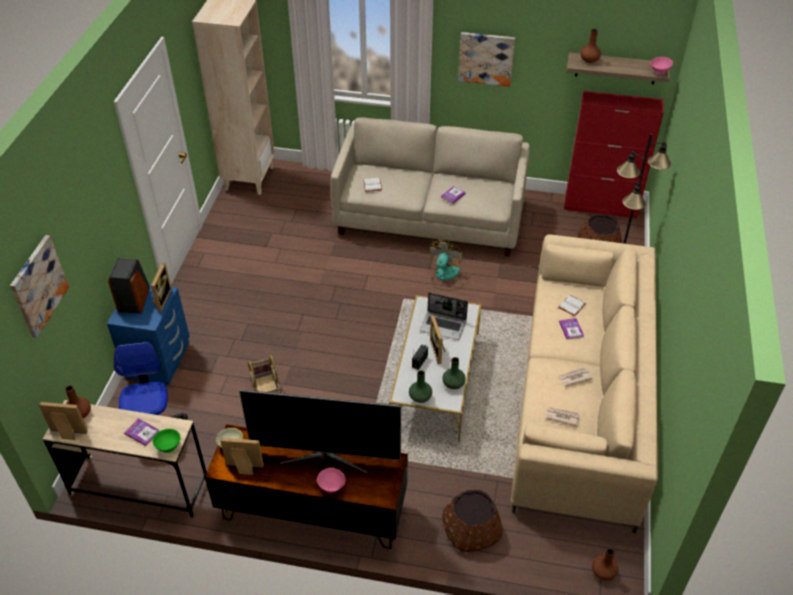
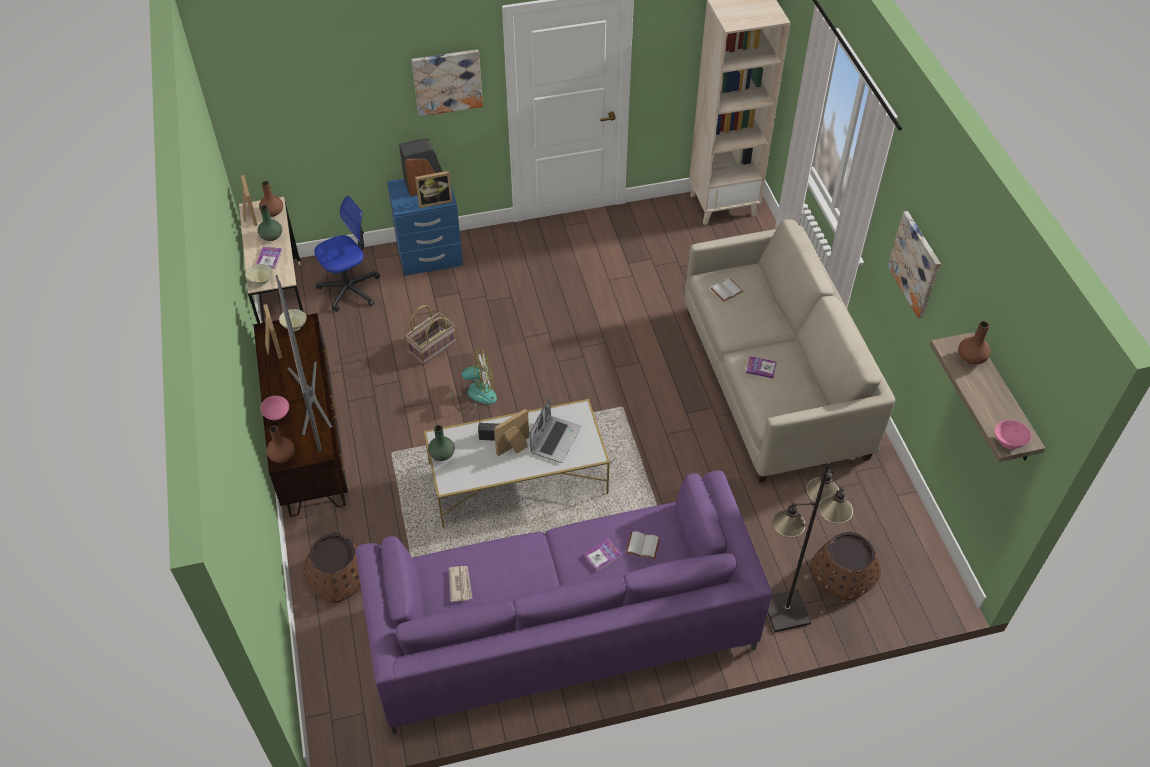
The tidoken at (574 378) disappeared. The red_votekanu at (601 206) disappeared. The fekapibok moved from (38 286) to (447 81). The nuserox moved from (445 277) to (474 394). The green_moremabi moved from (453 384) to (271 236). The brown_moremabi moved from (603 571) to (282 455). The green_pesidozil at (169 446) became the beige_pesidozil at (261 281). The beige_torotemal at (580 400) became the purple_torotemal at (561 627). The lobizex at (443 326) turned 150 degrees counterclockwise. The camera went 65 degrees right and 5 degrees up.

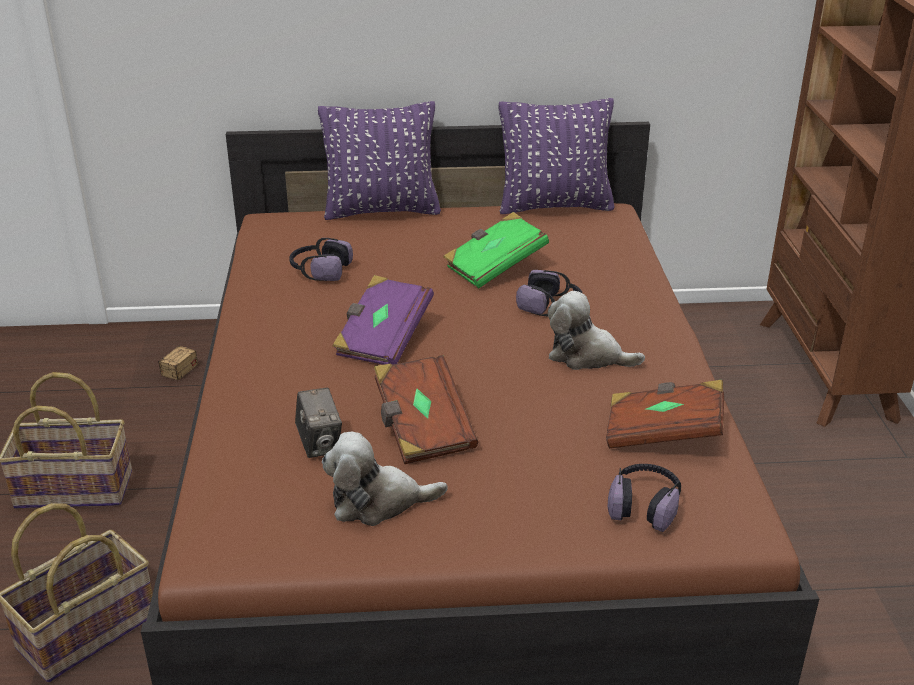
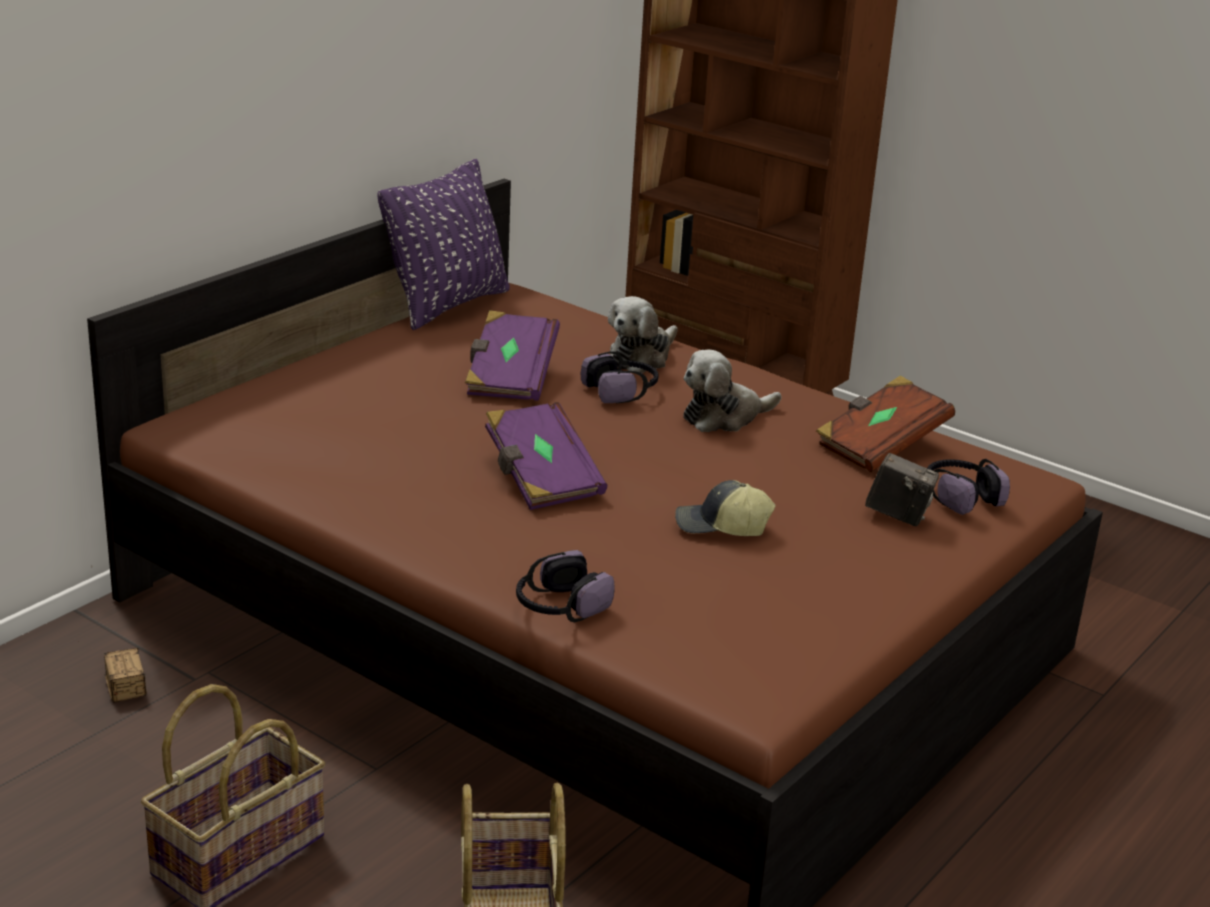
The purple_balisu at (382 210) disappeared. The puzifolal moved from (320 270) to (559 607). The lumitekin moved from (320 444) to (898 516). The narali moved from (378 502) to (641 357). The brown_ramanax at (422 428) was replaced by the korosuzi at (721 527). The green_ramanax at (494 267) became the purple_ramanax at (509 378). The camera went 50 degrees left and 5 degrees down.

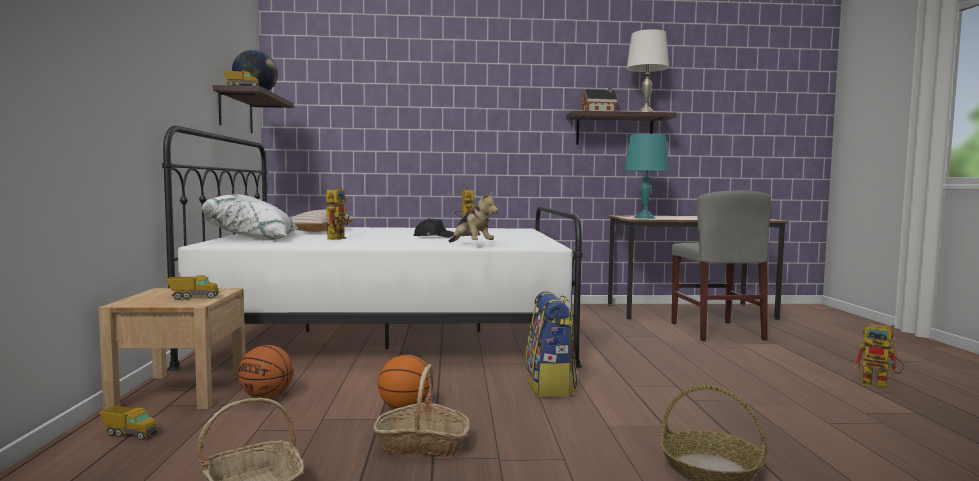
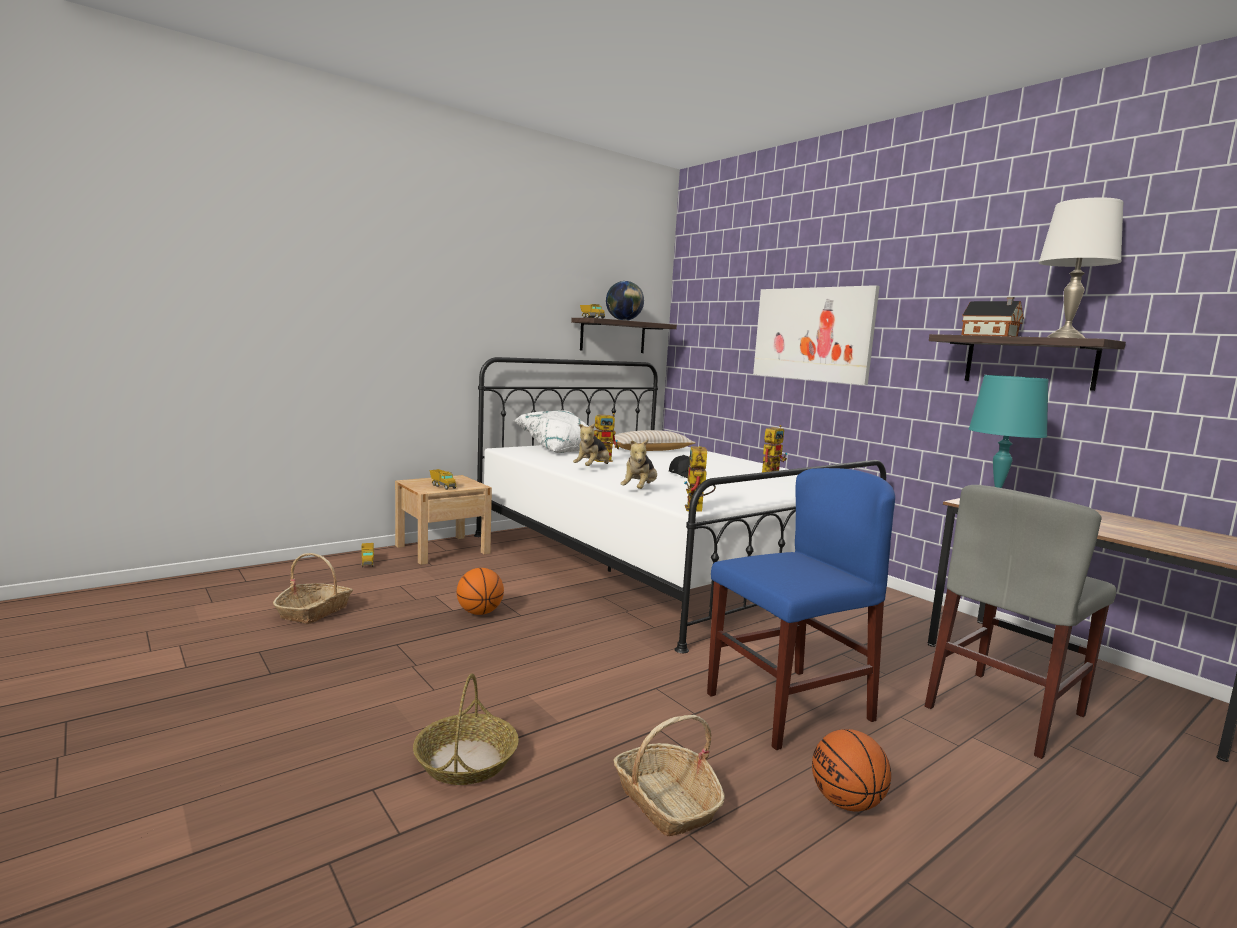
The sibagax at (551 387) disappeared. The narali at (592 468) appeared. The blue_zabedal at (788 707) appeared. The fekapibok at (812 334) appeared. The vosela moved from (266 396) to (846 802). The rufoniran moved from (422 444) to (666 802). The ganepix moved from (881 385) to (696 510). The camera went 55 degrees right and 5 degrees up.

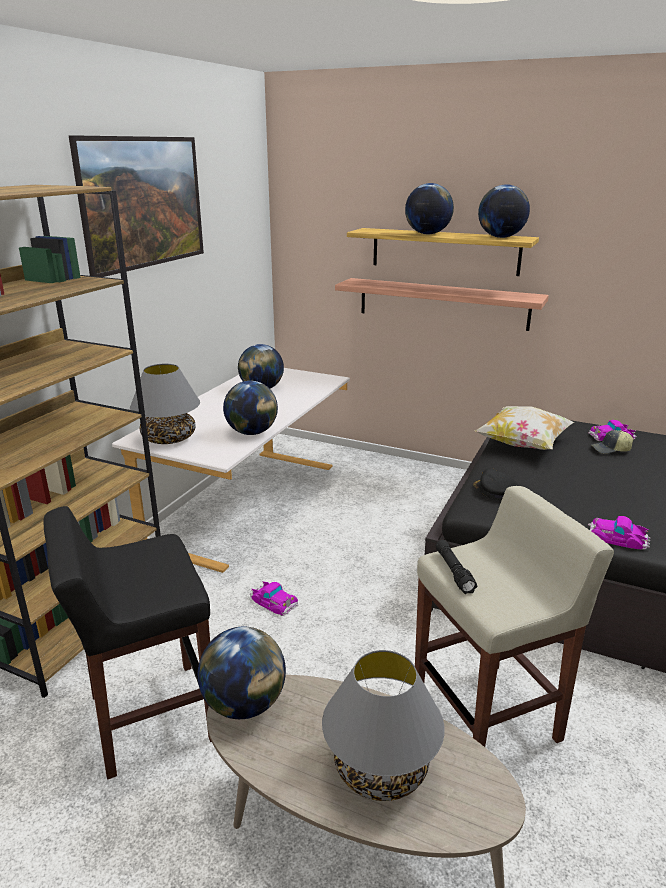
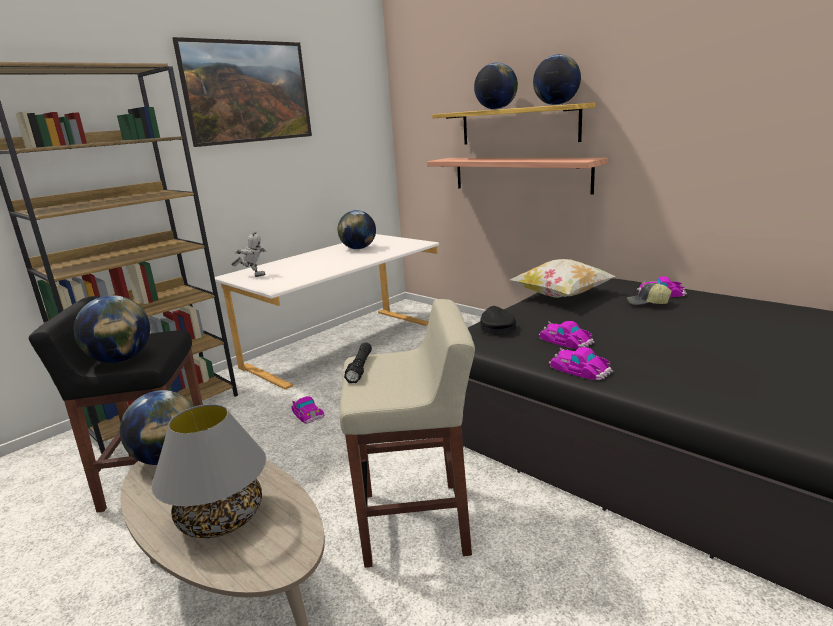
The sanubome at (565 340) appeared. The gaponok moved from (252 432) to (121 360). The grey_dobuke at (168 438) was replaced by the ganepix at (253 276). The camera went 20 degrees right and 5 degrees down.

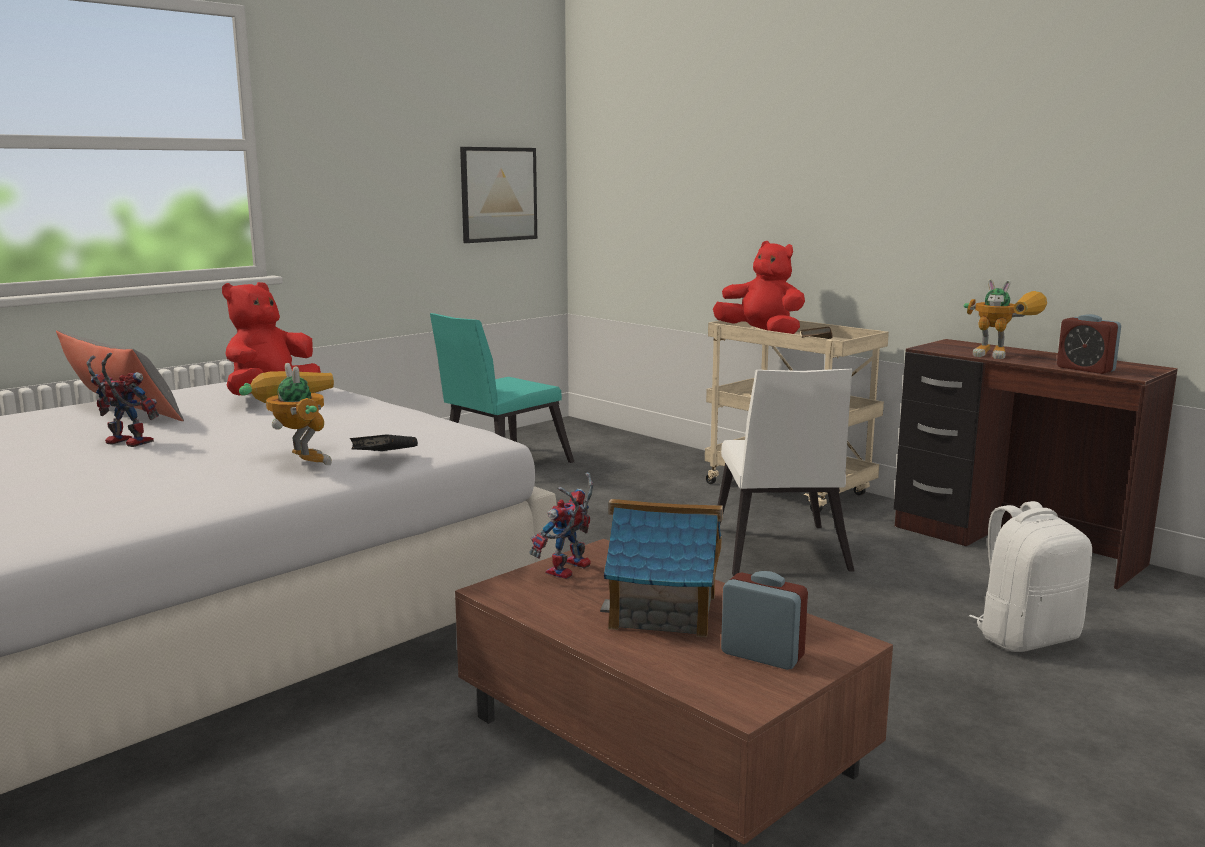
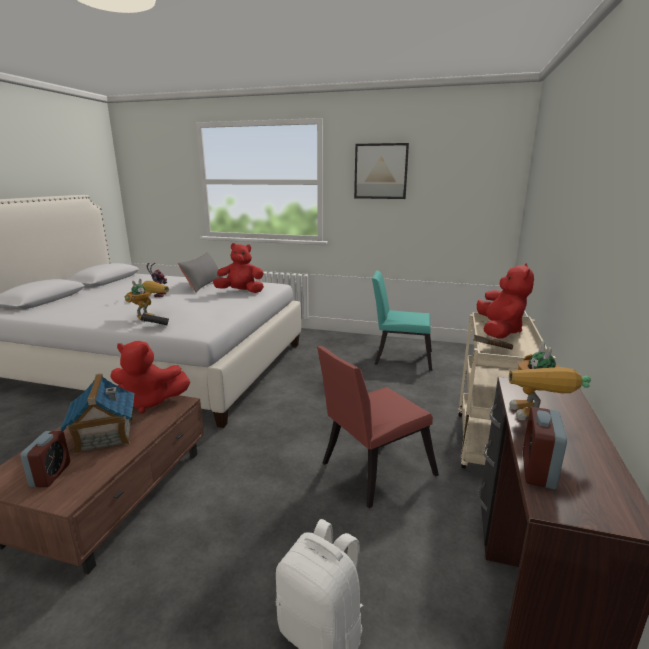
The fekapibok moved from (498 194) to (380 171). The ganepix at (568 572) was replaced by the red_narali at (150 402). The white_zabedal at (779 554) became the red_zabedal at (372 470). The camera went 60 degrees right and 5 degrees up.

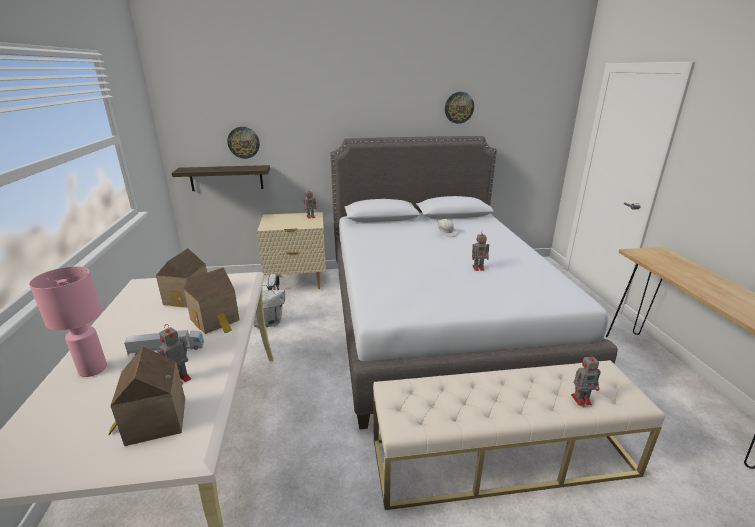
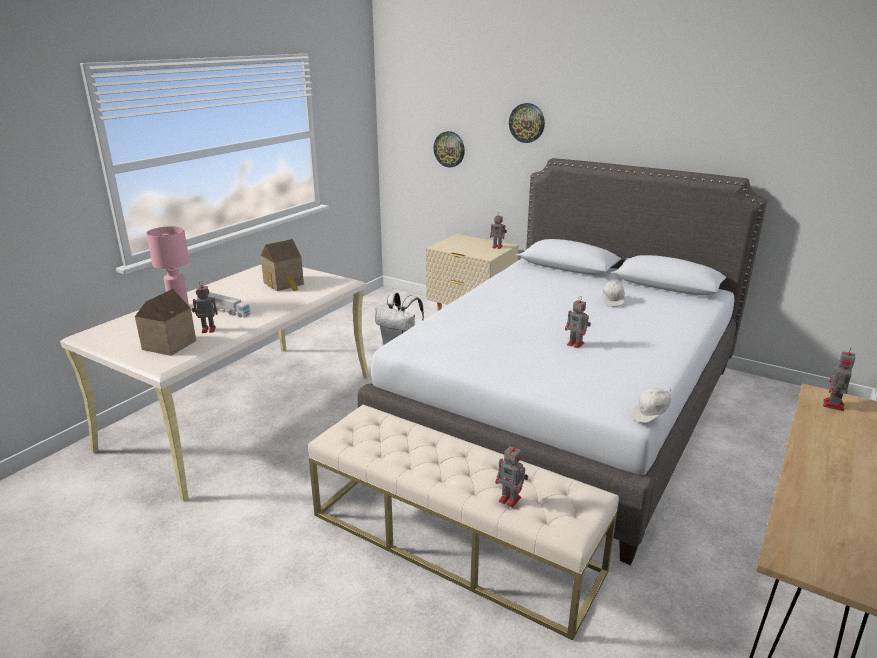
The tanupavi at (226 178) disappeared. The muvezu at (216 321) disappeared. The white_korosuzi at (651 415) appeared. The ganepix at (833 406) appeared. The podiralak moved from (459 107) to (527 123). The camera went 40 degrees right and 0 degrees up.

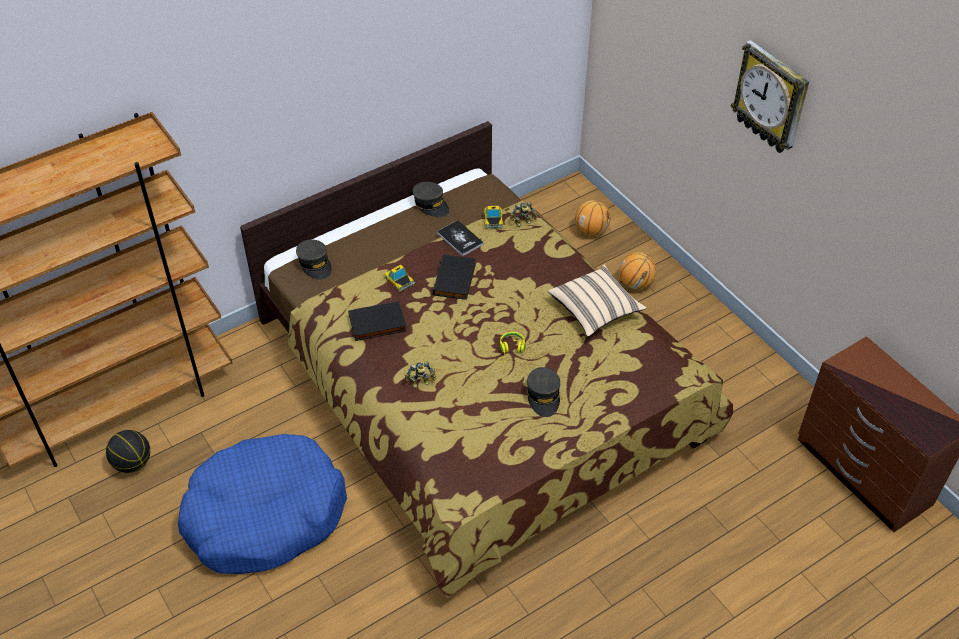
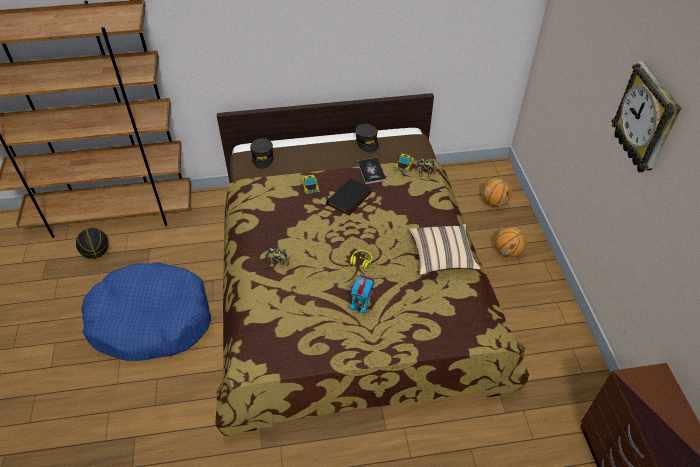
The black_ramanax at (377 324) disappeared. The grey_korosuzi at (543 396) was replaced by the ganepix at (361 309). The camera went 25 degrees right and 0 degrees up.

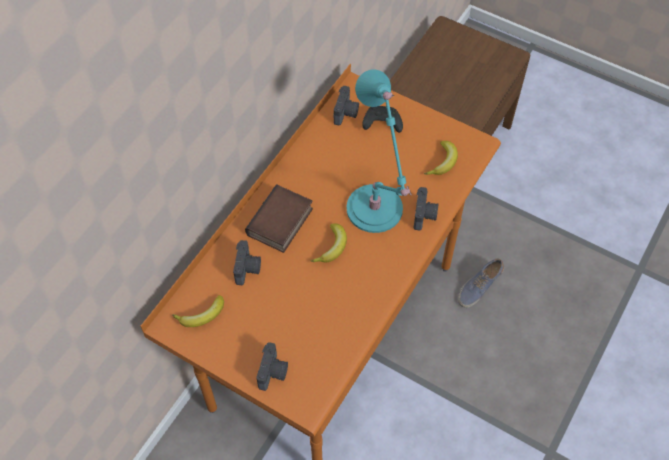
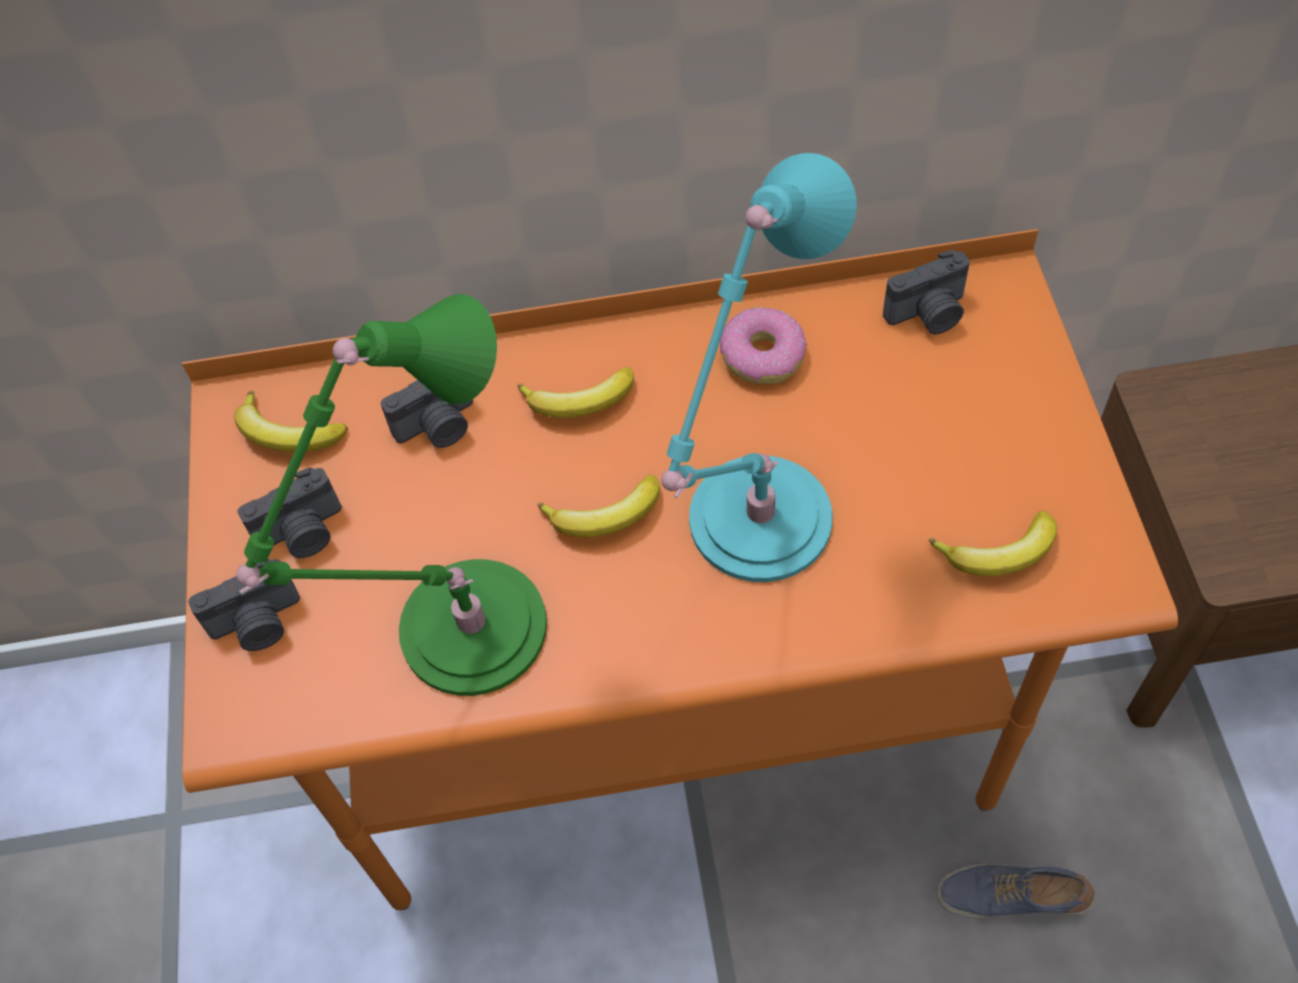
The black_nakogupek at (381 124) disappeared. The green_dobuke at (461 634) appeared. The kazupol at (762 356) appeared. The lumitekin moved from (425 215) to (303 533). The ramanax at (281 223) was replaced by the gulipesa at (580 401). The camera went 55 degrees right and 0 degrees up.

